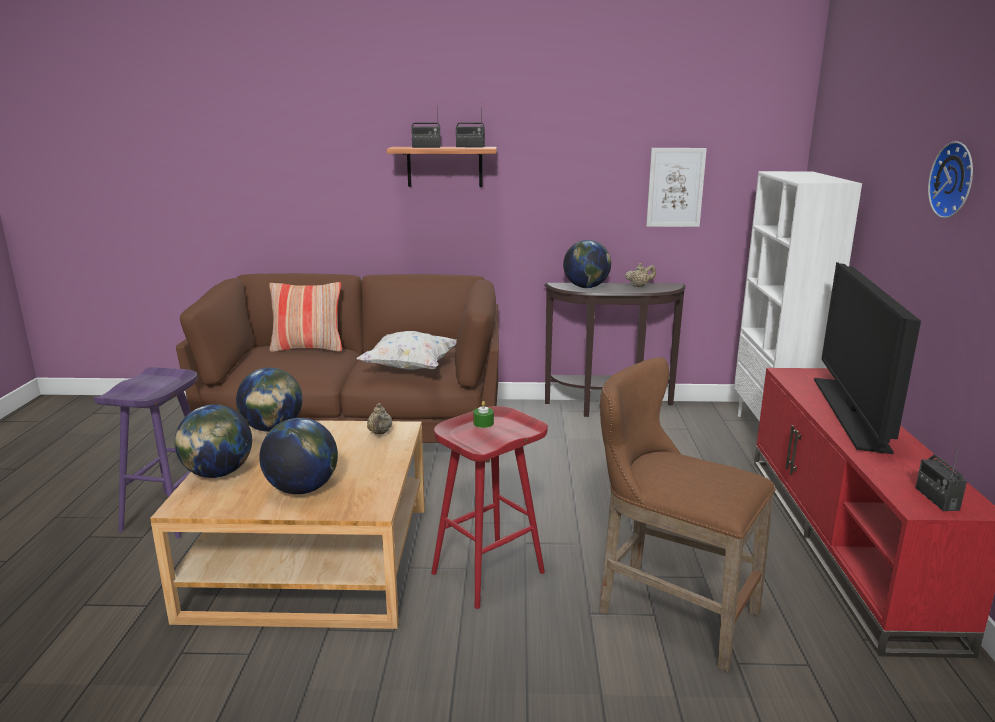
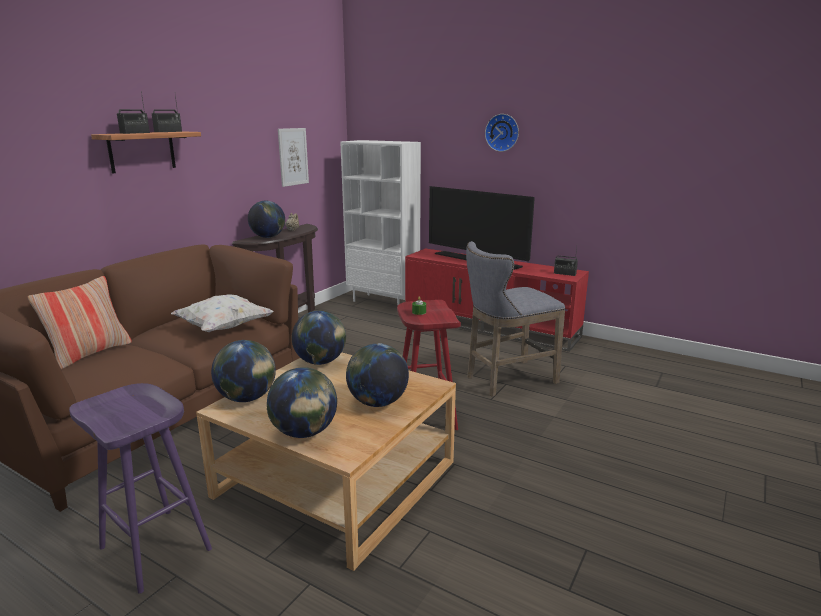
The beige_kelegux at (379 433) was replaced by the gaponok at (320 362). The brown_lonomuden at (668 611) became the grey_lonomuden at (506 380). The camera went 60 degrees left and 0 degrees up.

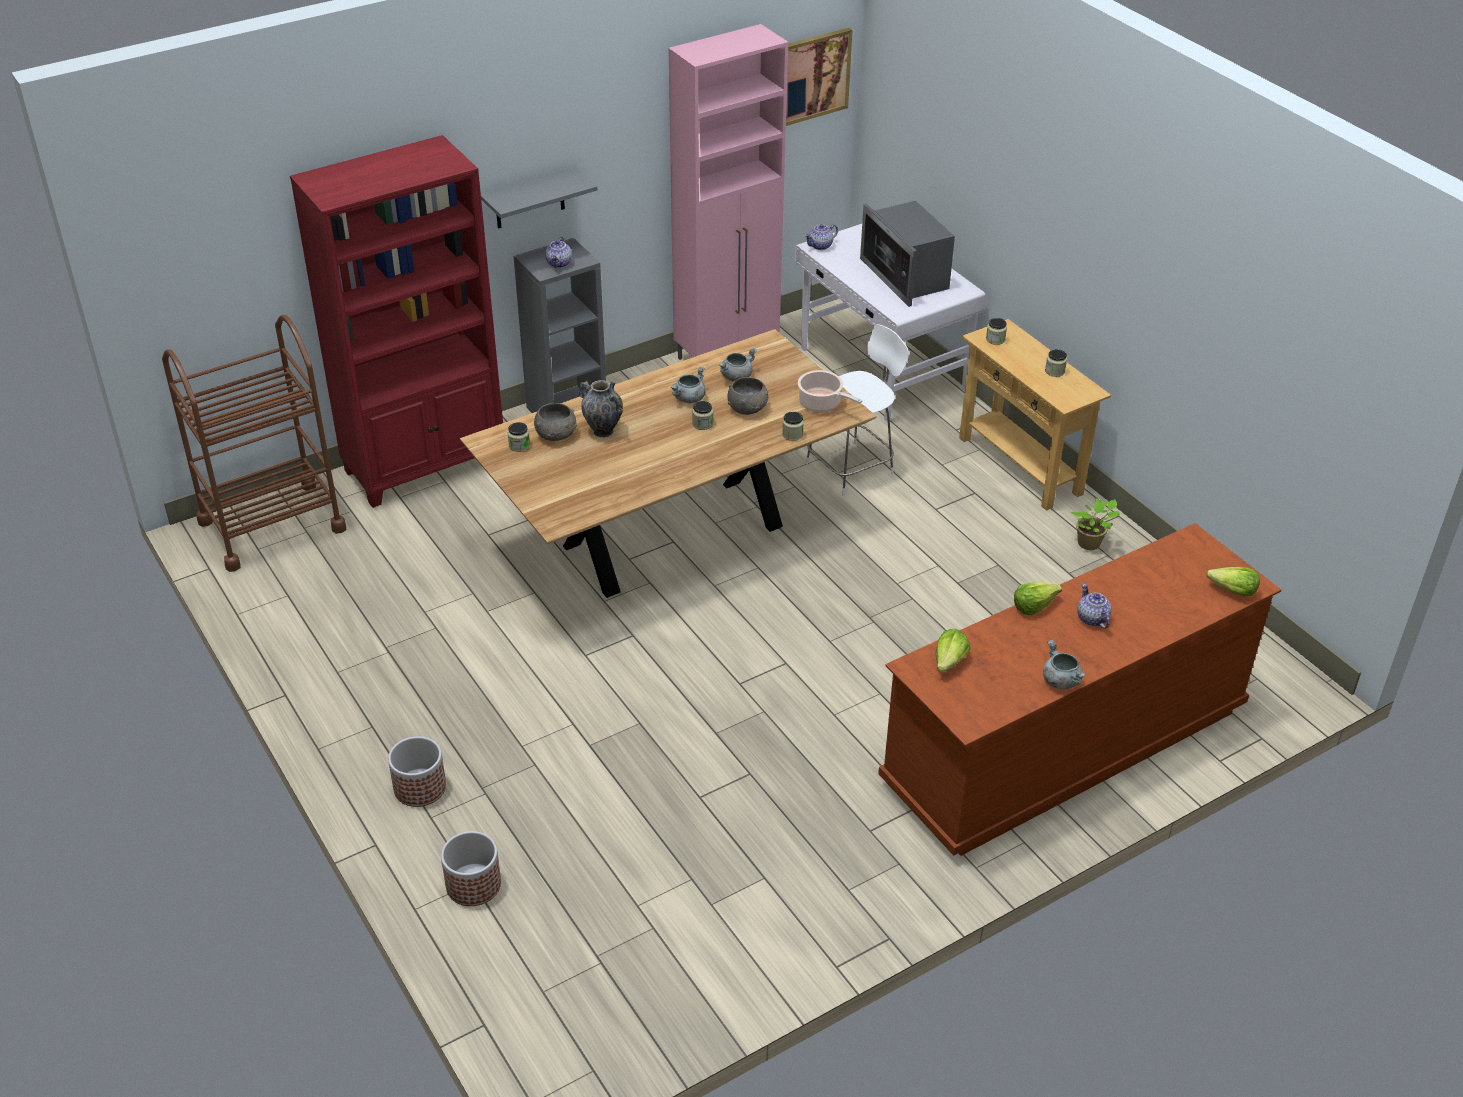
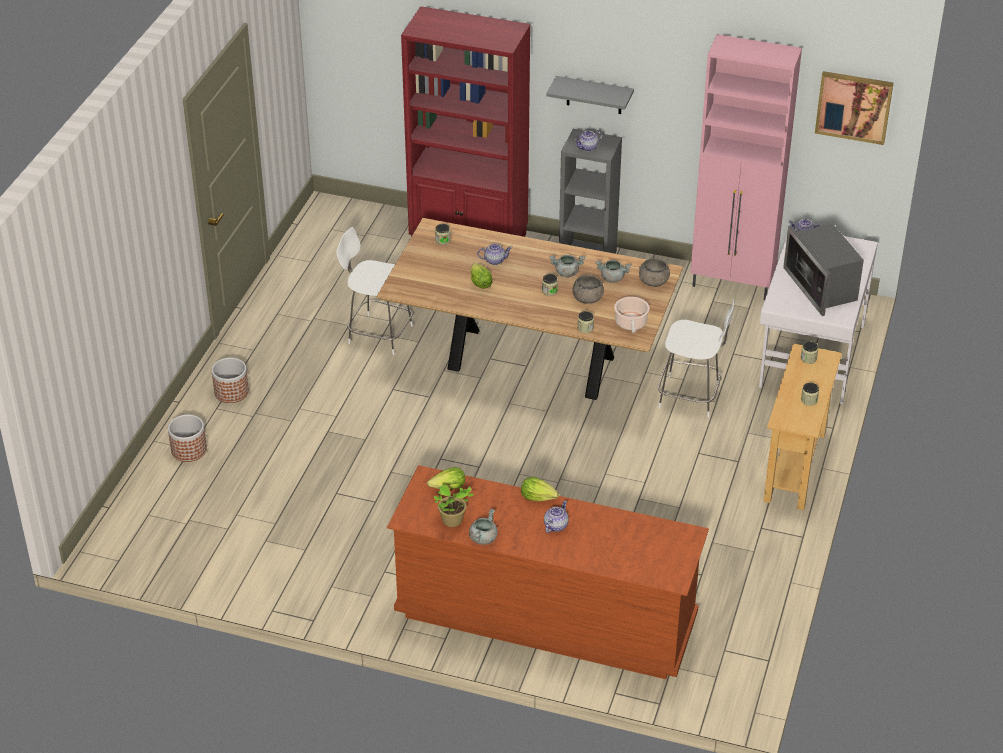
The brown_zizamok at (272 525) disappeared. The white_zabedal at (378 334) appeared. The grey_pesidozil moved from (556 435) to (653 282). The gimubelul moved from (1090 544) to (452 521). The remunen moved from (1232 591) to (480 282). The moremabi at (603 431) was replaced by the kelegux at (494 260). The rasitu at (906 276) turned 45 degrees counterclockwise. The camera went 50 degrees right and 0 degrees up.

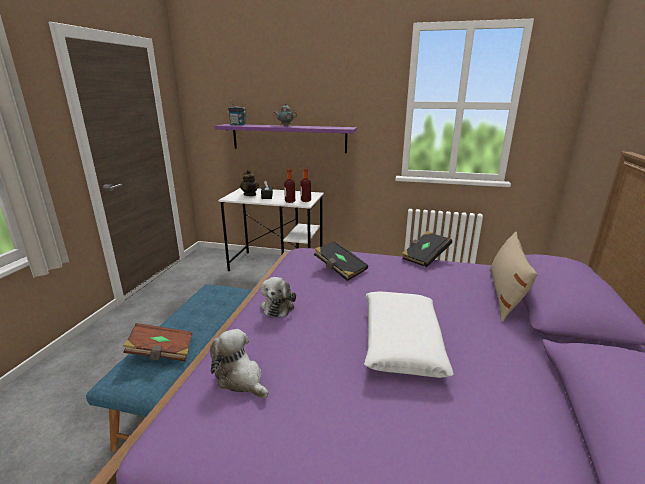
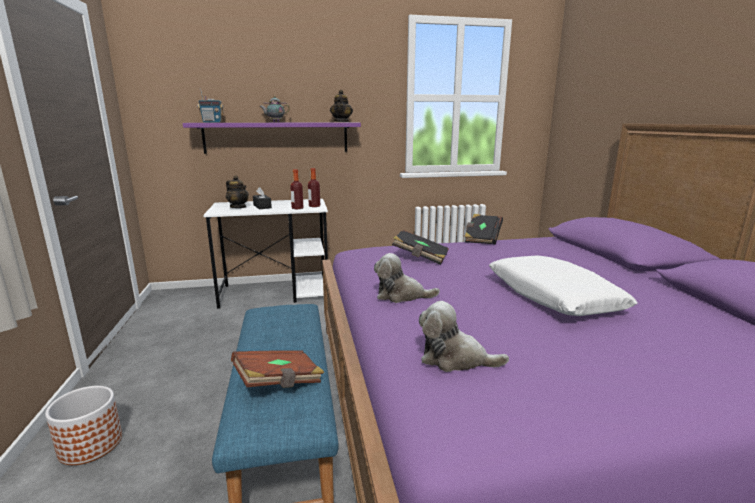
The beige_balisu at (505 294) disappeared. The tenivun at (90 444) appeared. The kelegux at (341 122) appeared. The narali at (278 306) turned 120 degrees clockwise. The camera went 25 degrees left and 5 degrees down.

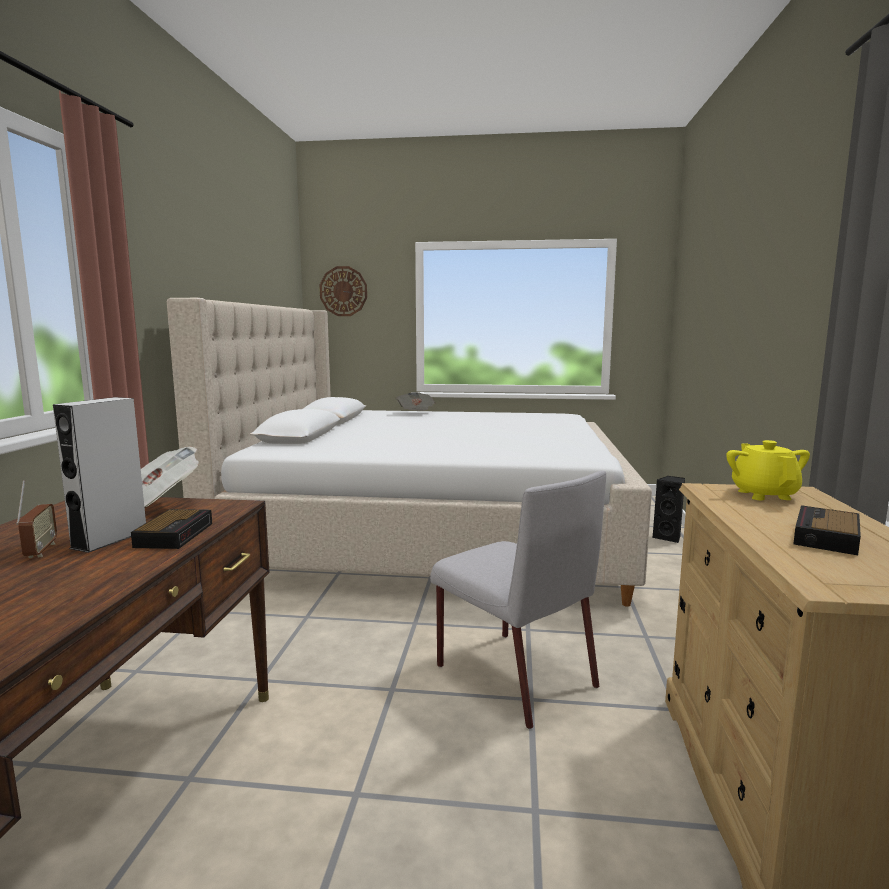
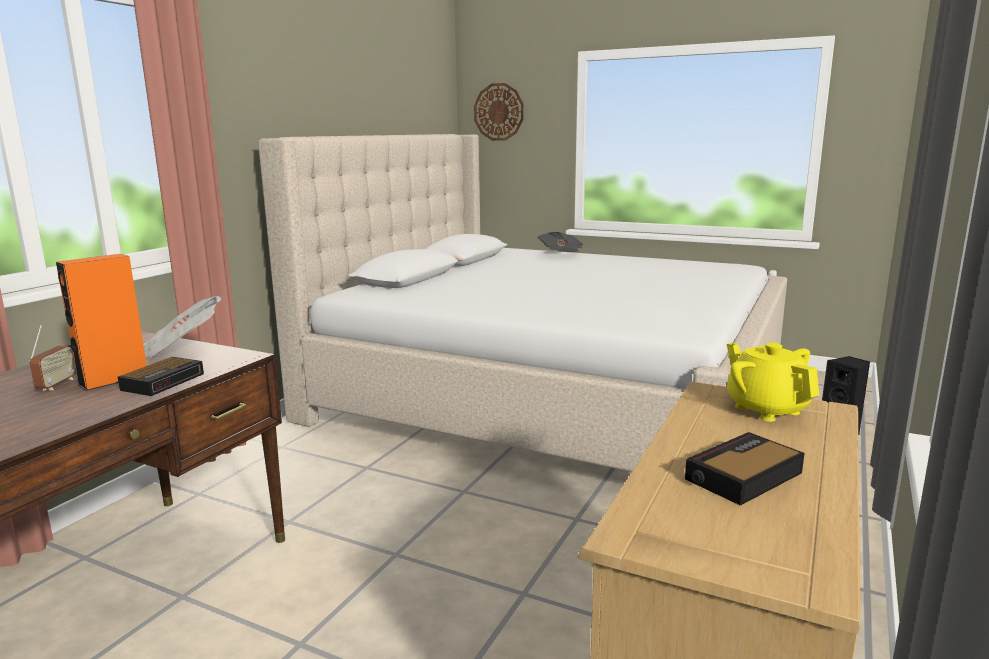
The grey_zabedal at (513 675) disappeared. The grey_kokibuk at (110 539) became the orange_kokibuk at (114 380). The yellow_kelegux at (763 494) turned 45 degrees counterclockwise. The camera went 20 degrees right and 5 degrees up.

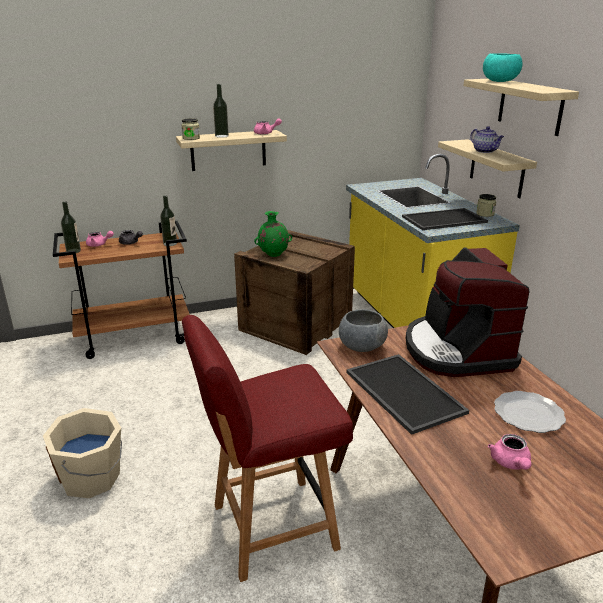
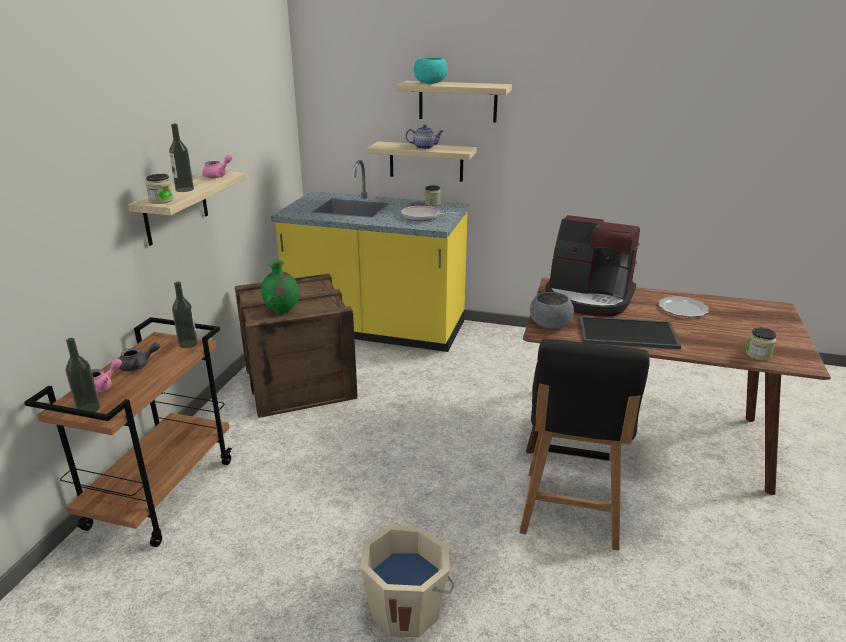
The pink_kelegux at (511 464) disappeared. The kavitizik at (758 355) appeared. The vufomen at (444 220) was replaced by the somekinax at (423 217). The red_zabedal at (271 527) became the black_zabedal at (570 511). The camera went 55 degrees left and 0 degrees up.

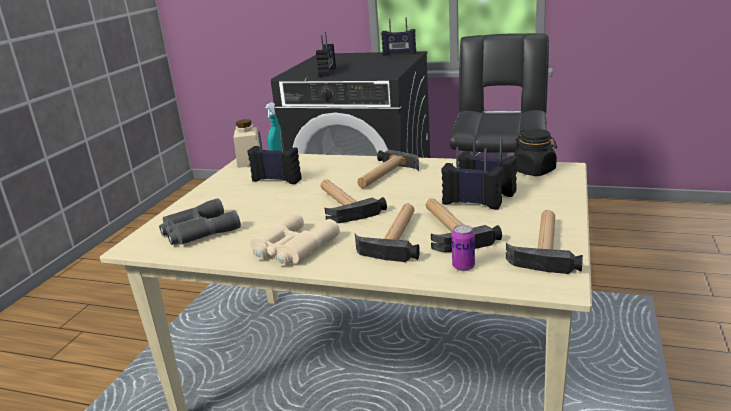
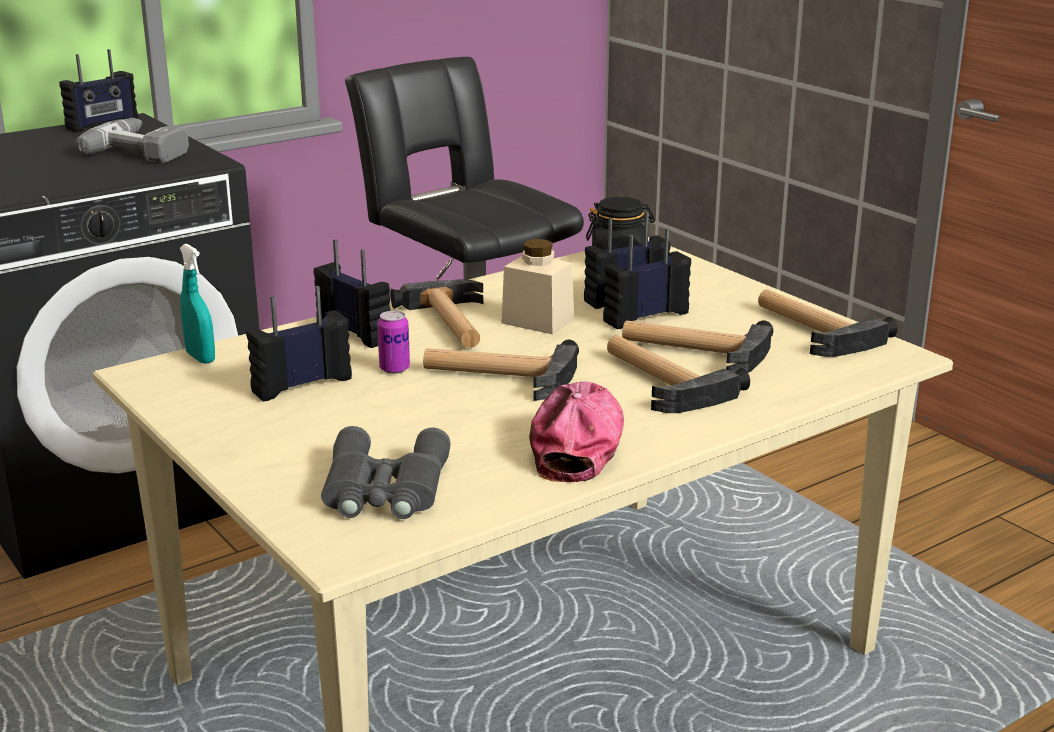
The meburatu at (144 150) appeared. The beige_kavitizik moved from (250 161) to (537 321). The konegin moved from (328 72) to (355 332). The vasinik moved from (463 266) to (394 369). The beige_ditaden at (292 248) was replaced by the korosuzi at (579 444). The camera went 55 degrees left and 0 degrees up.

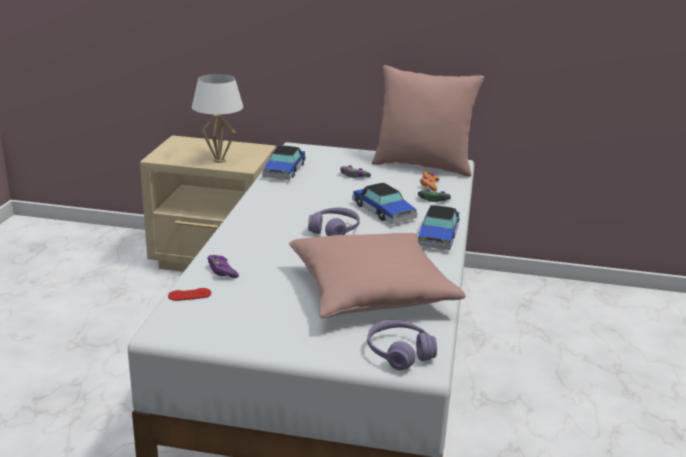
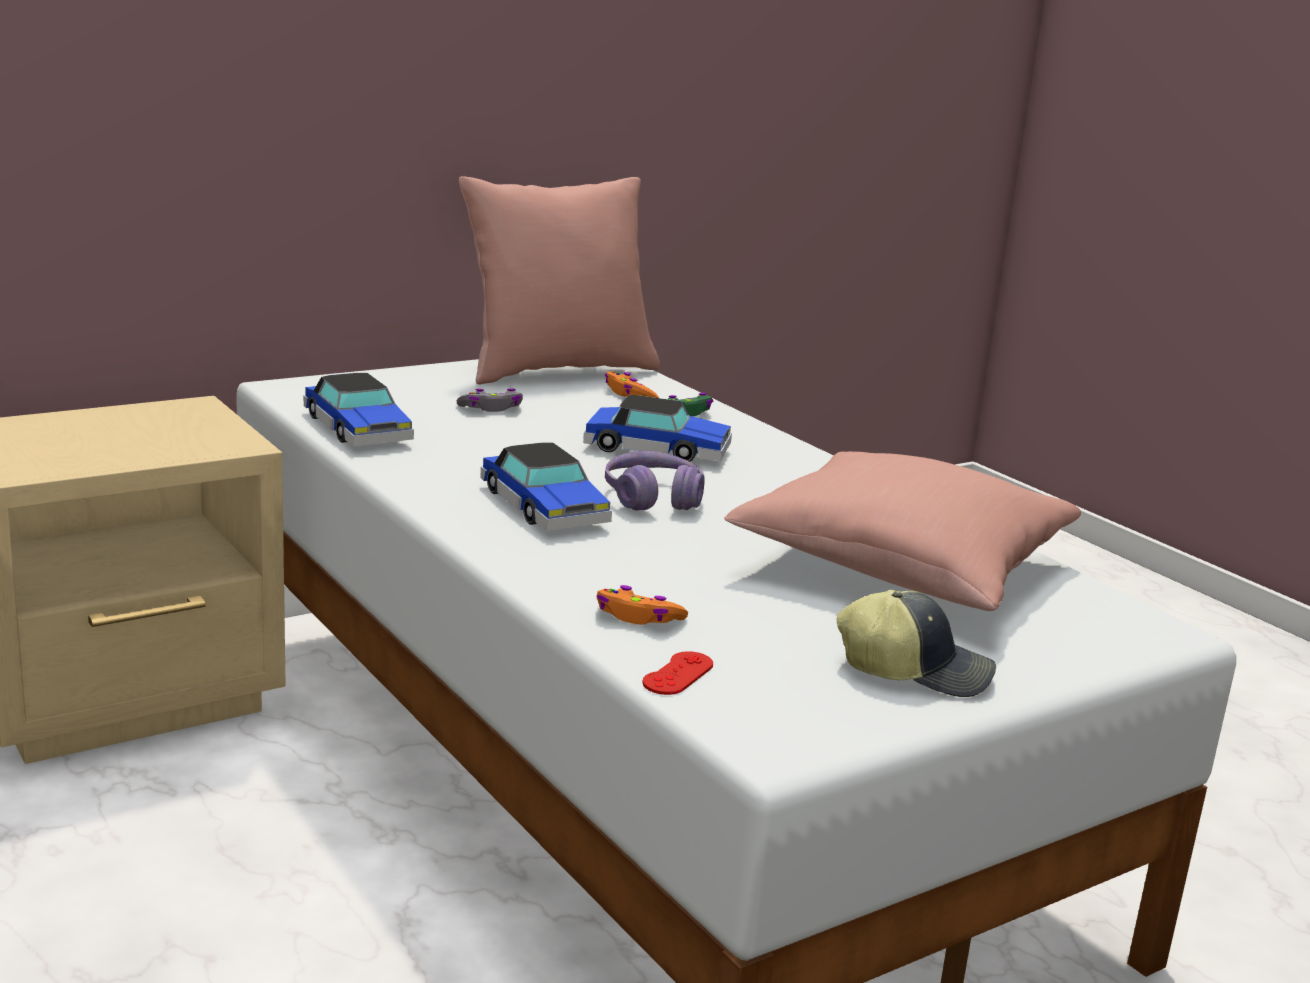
The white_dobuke at (219 160) disappeared. The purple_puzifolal at (399 353) disappeared. The korosuzi at (915 670) appeared. The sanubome moved from (438 236) to (543 507). The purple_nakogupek at (222 271) became the orange_nakogupek at (638 617). The camera went 45 degrees left and 5 degrees down.

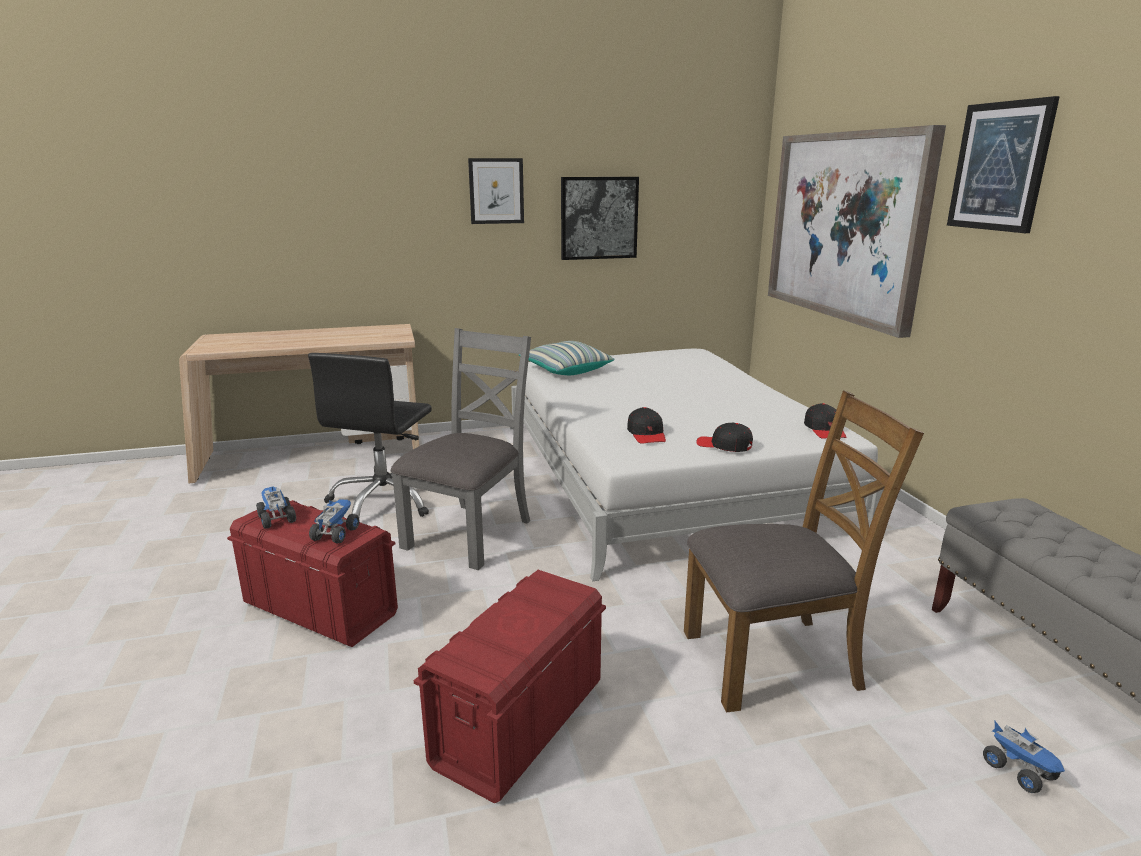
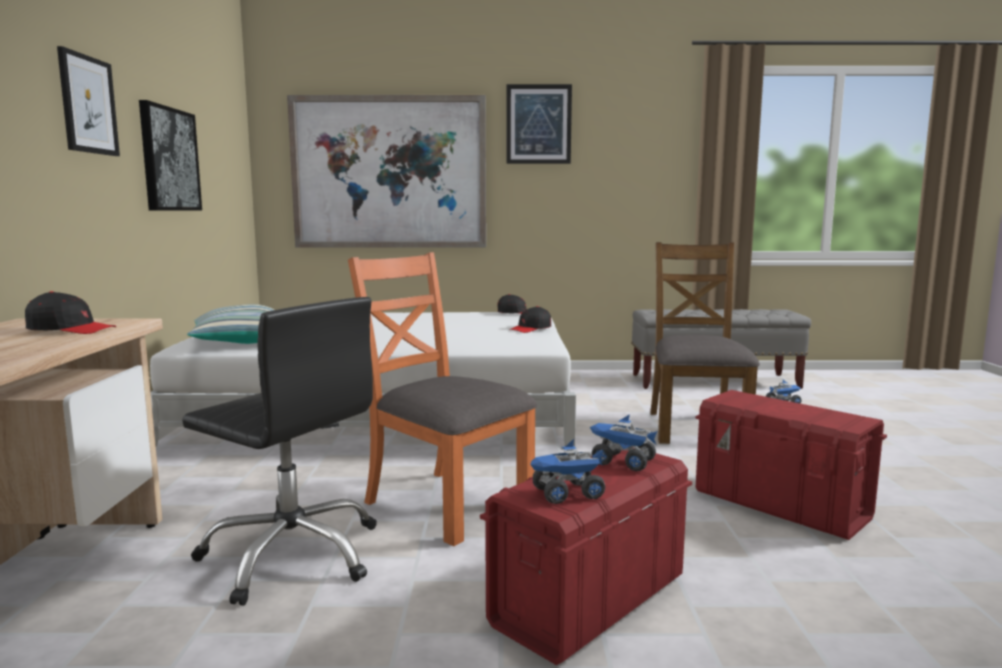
The black_korosuzi moved from (647 434) to (71 329). The grey_zabedal at (470 533) became the orange_zabedal at (445 503). The camera went 75 degrees left and 10 degrees down.

